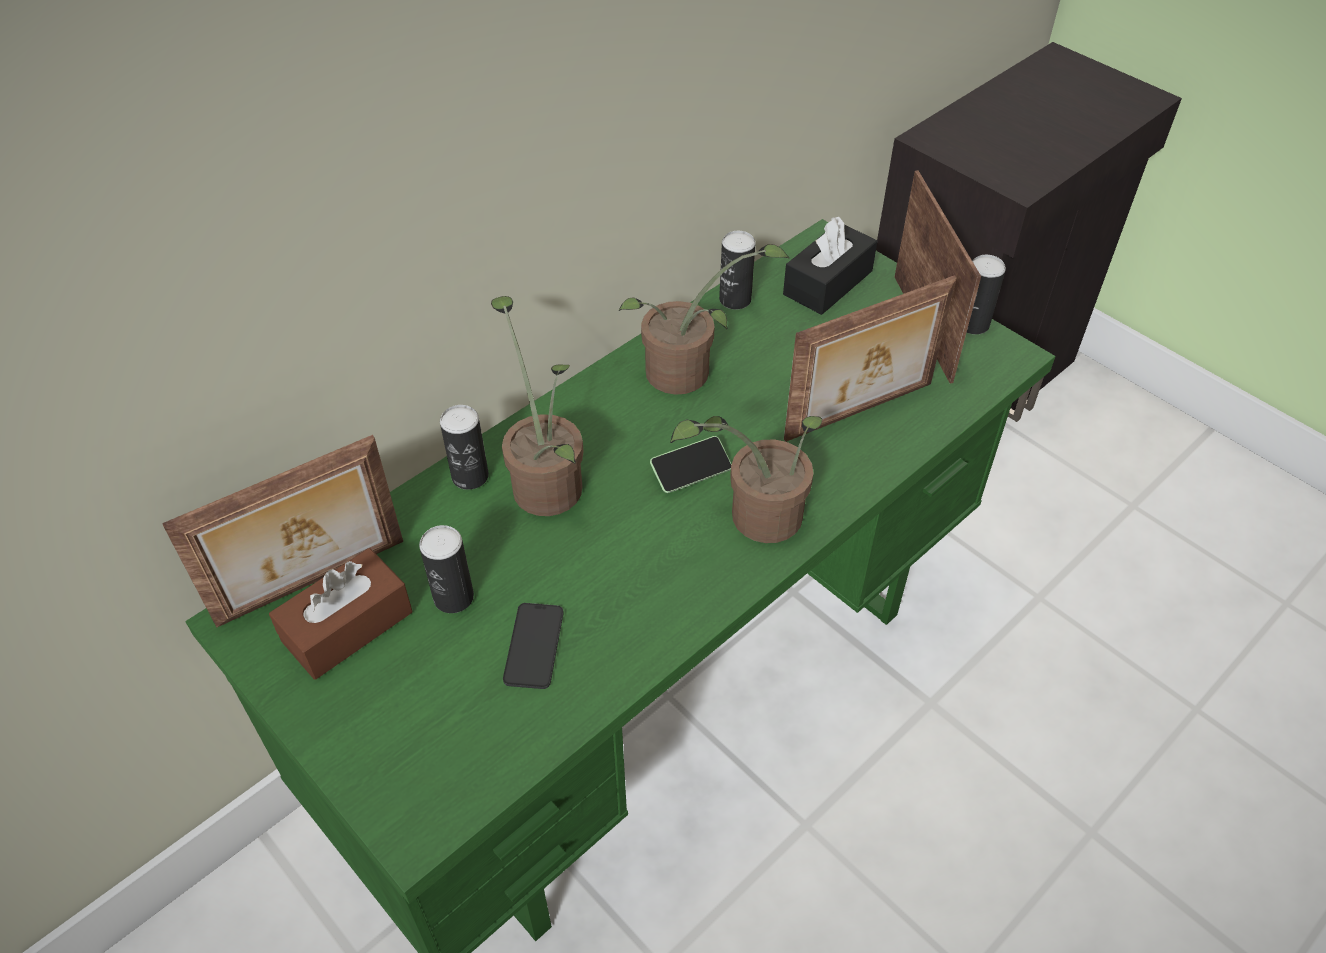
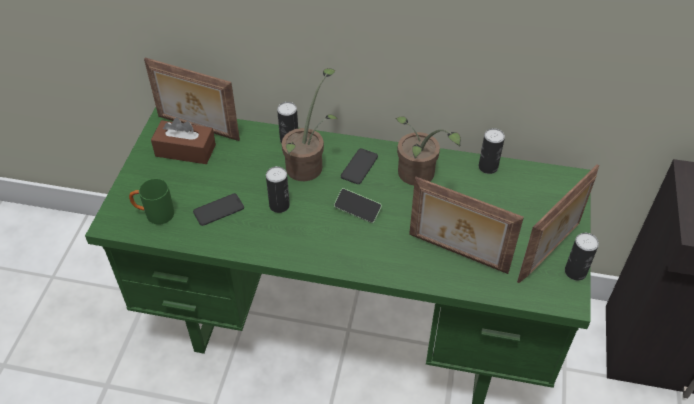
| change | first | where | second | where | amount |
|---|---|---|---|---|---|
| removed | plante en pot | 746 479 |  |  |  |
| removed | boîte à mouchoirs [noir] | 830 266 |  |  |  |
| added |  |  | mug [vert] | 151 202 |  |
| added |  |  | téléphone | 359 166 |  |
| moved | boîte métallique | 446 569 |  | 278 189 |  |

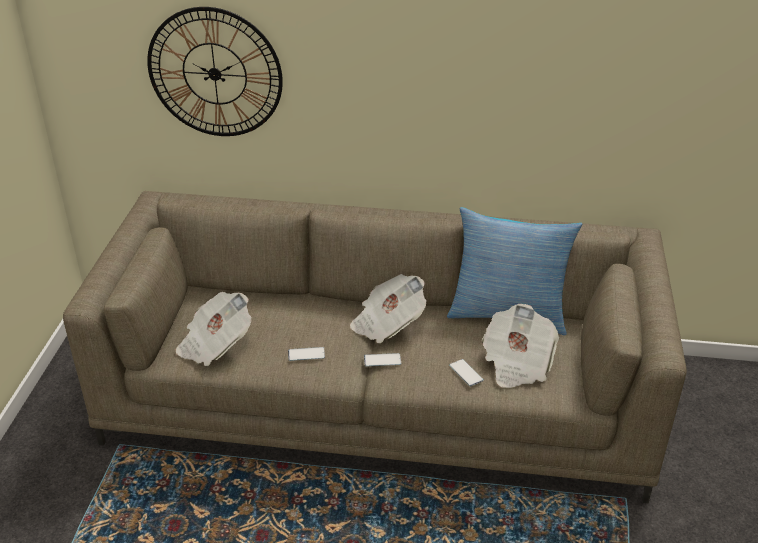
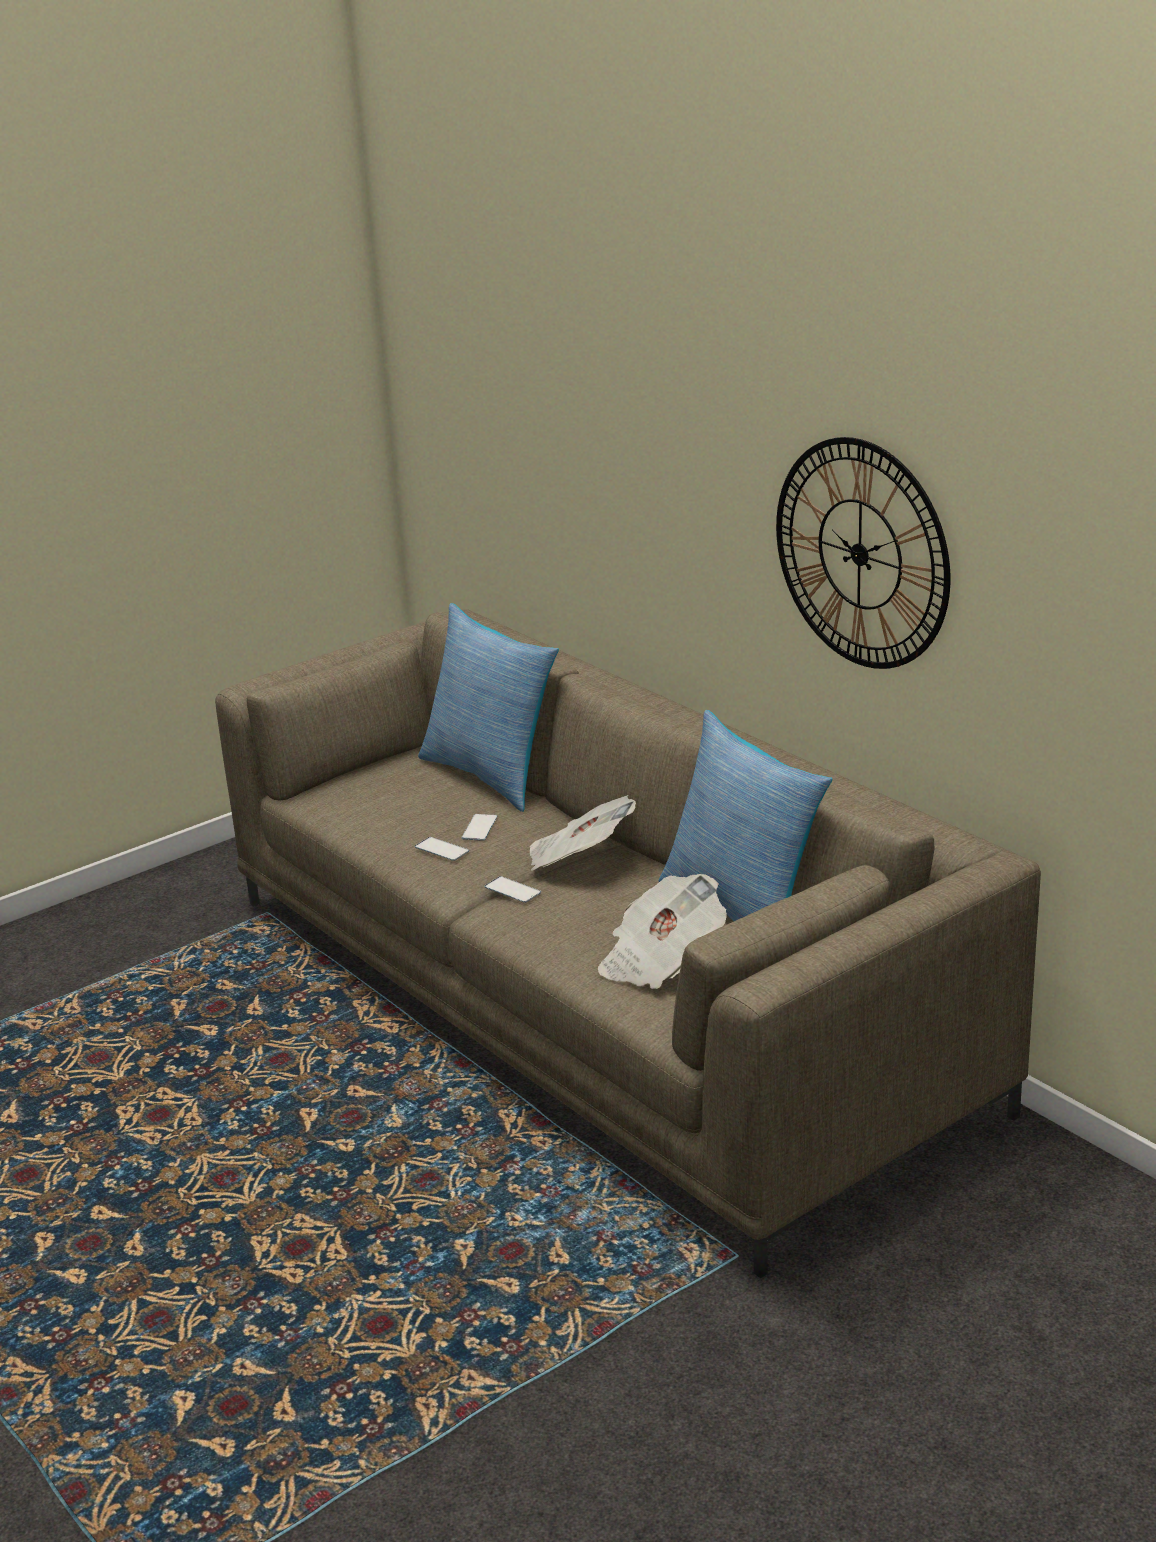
| change | first | where | second | where | amount |
|---|---|---|---|---|---|
| removed | journal | 213 329 |  |  |  |
| added |  |  | coussin | 488 707 |  |
| moved | horloge murale | 215 71 |  | 863 553 |  |
| moved | téléphone | 466 372 |  | 479 827 |  |

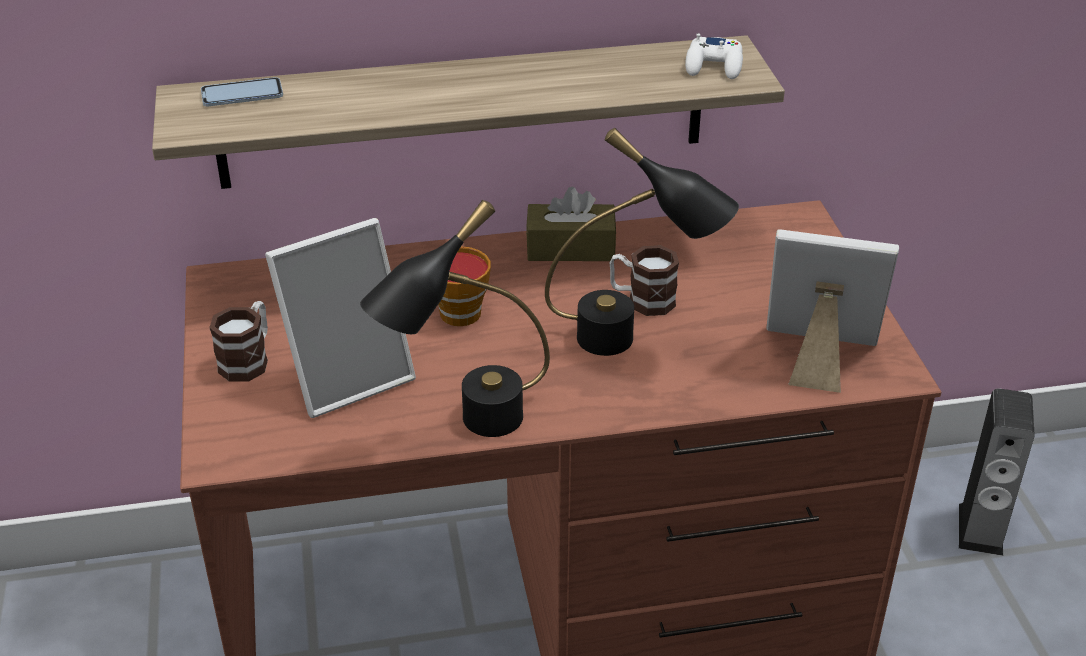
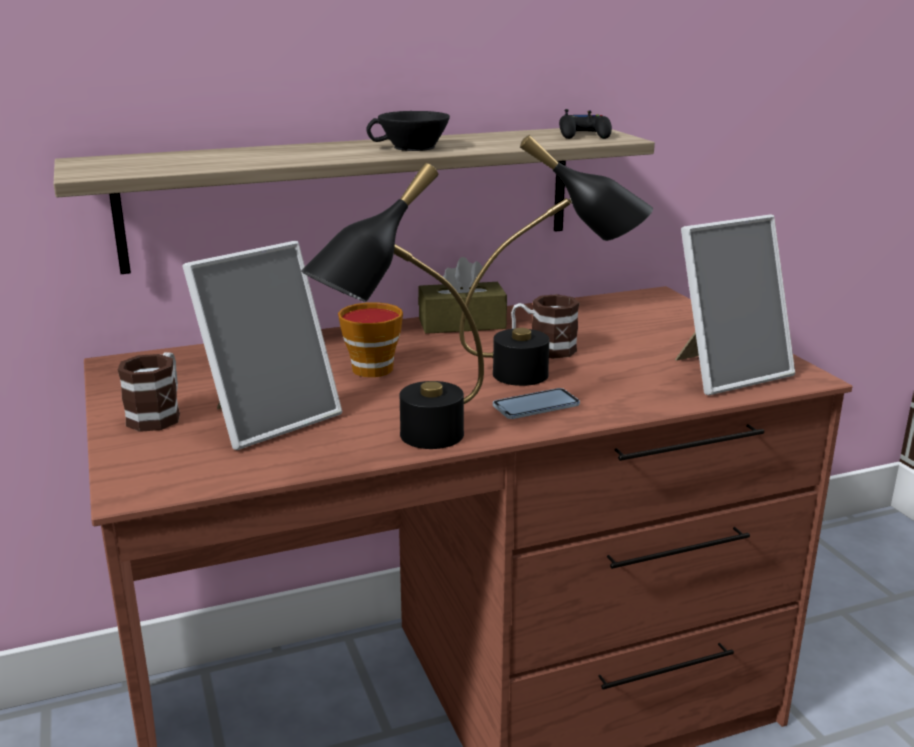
| change | first | where | second | where | amount |
|---|---|---|---|---|---|
| removed | enceinte | 997 472 |  |  |  |
| added |  |  | tasse [noir] | 408 131 |  |
| moved | téléphone | 242 91 |  | 536 403 |  |
| recoloured | manette [blanc] | 714 56 | manette [noir] | 585 124 |  |
| turned | cadre photo | 832 311 |  | 735 304 | 150 degrees clockwise |

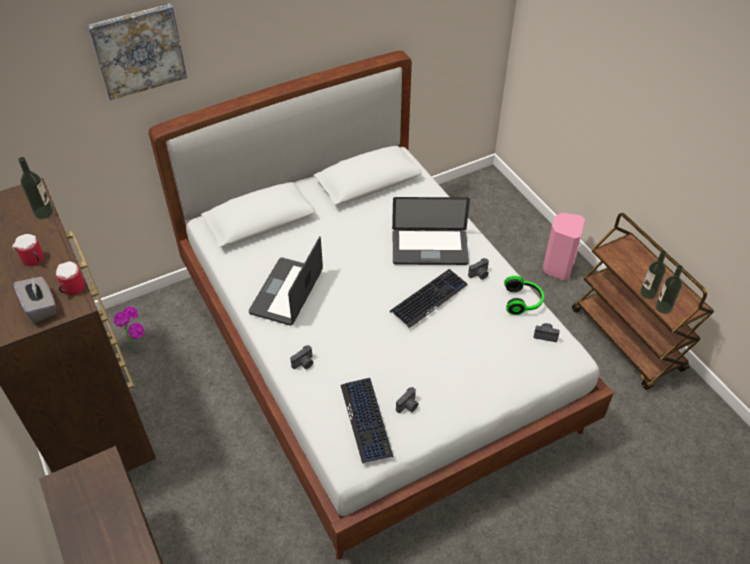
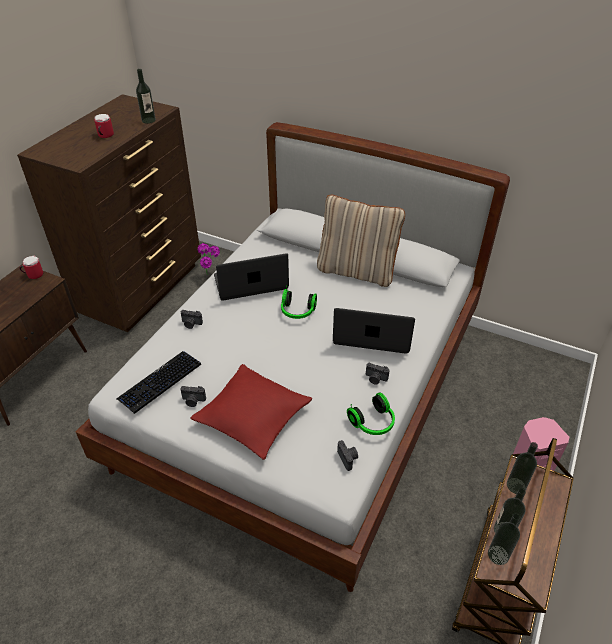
| change | first | where | second | where | amount |
|---|---|---|---|---|---|
| removed | boîte à mouchoirs [gris] | 34 299 |  |  |  |
| removed | tableau | 137 51 |  |  |  |
| removed | clavier | 429 298 |  |  |  |
| added |  |  | coussin [rouge] | 251 412 |  |
| added |  |  | casque audio | 299 302 |  |
| added |  |  | coussin [beige] | 361 241 |  |
| added |  |  | bouteille | 522 468 |  |
| moved | mug | 70 278 |  | 31 267 |  |
| turned | ordinateur portable | 431 231 |  | 374 331 | 135 degrees clockwise |

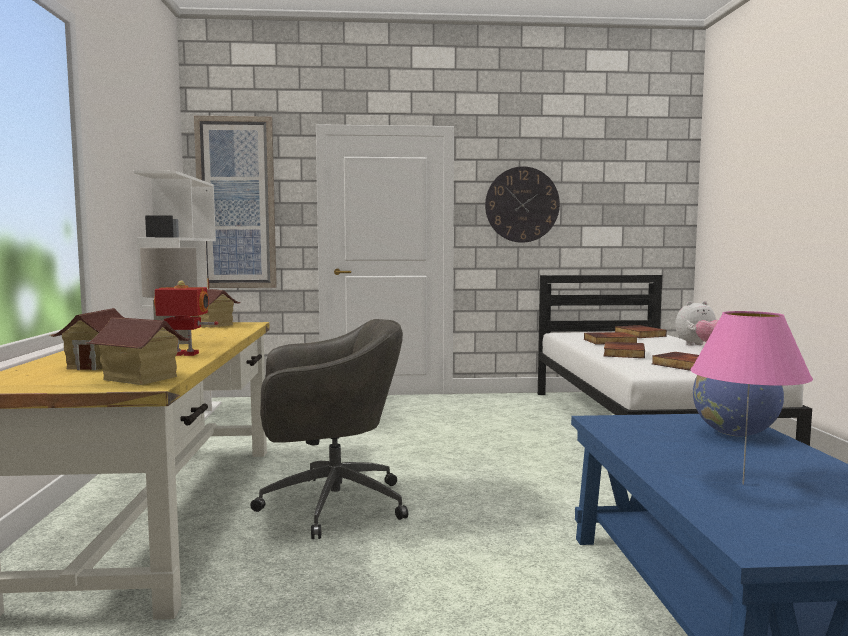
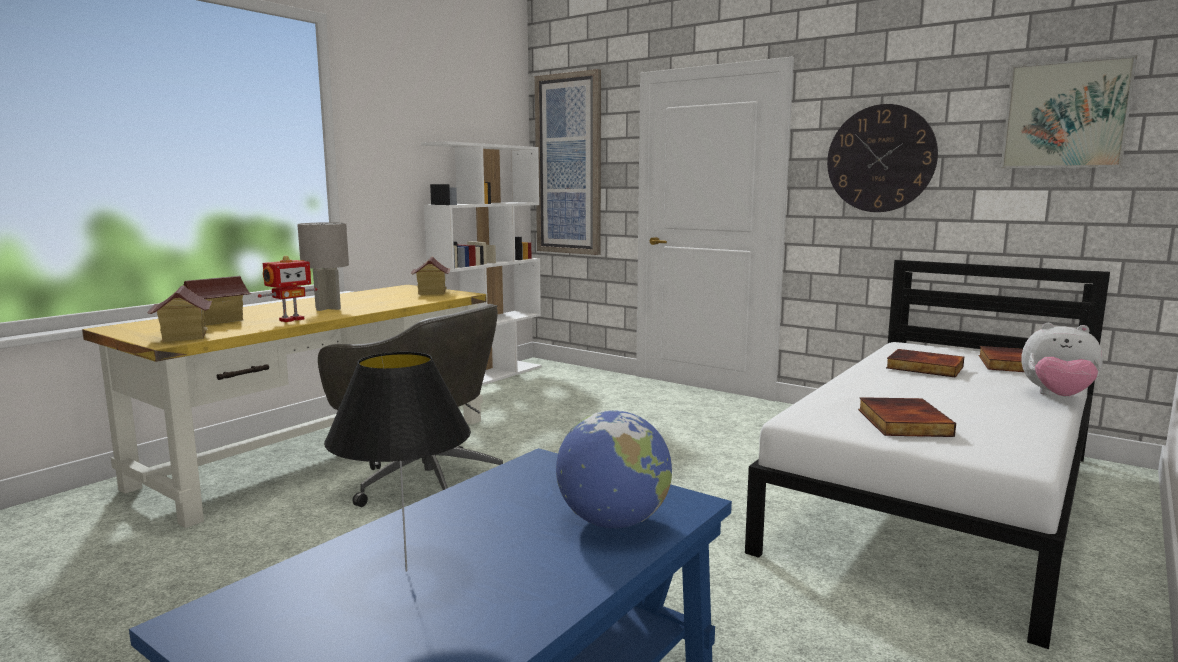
| change | first | where | second | where | amount |
|---|---|---|---|---|---|
| removed | livre | 624 350 |  |  |  |
| added |  |  | tableau | 1069 112 |  |
| recoloured | lampe de table [rose] | 752 398 | lampe de table [noir] | 397 461 |  |
| turned | robot jouet | 186 318 |  | 287 288 | 90 degrees clockwise |

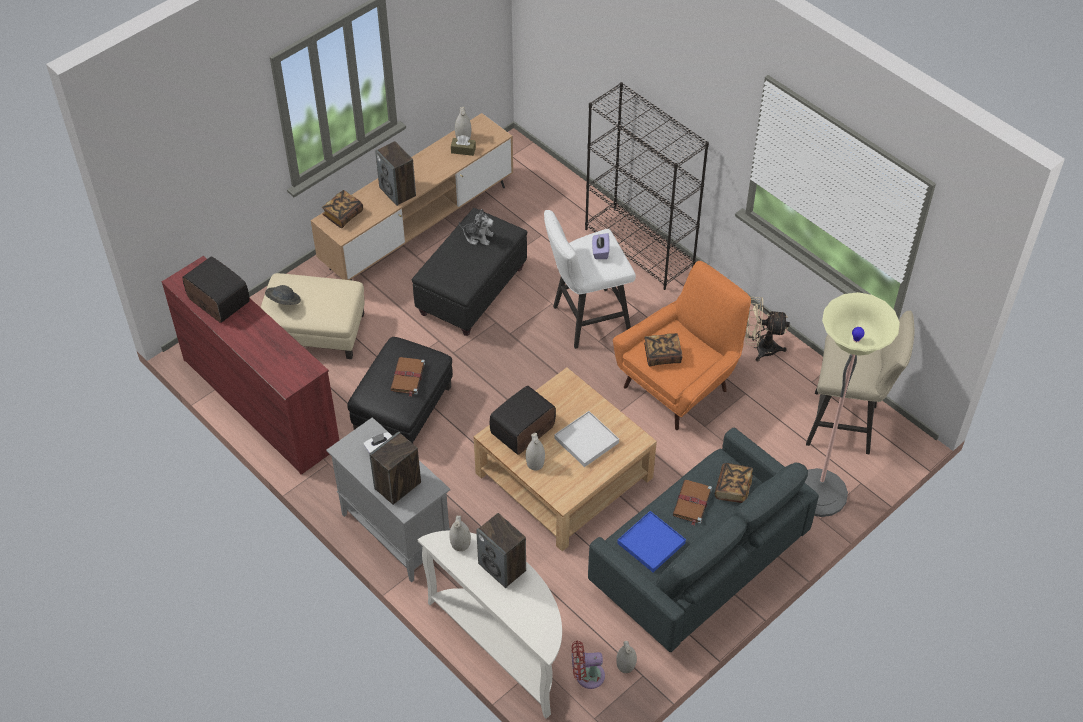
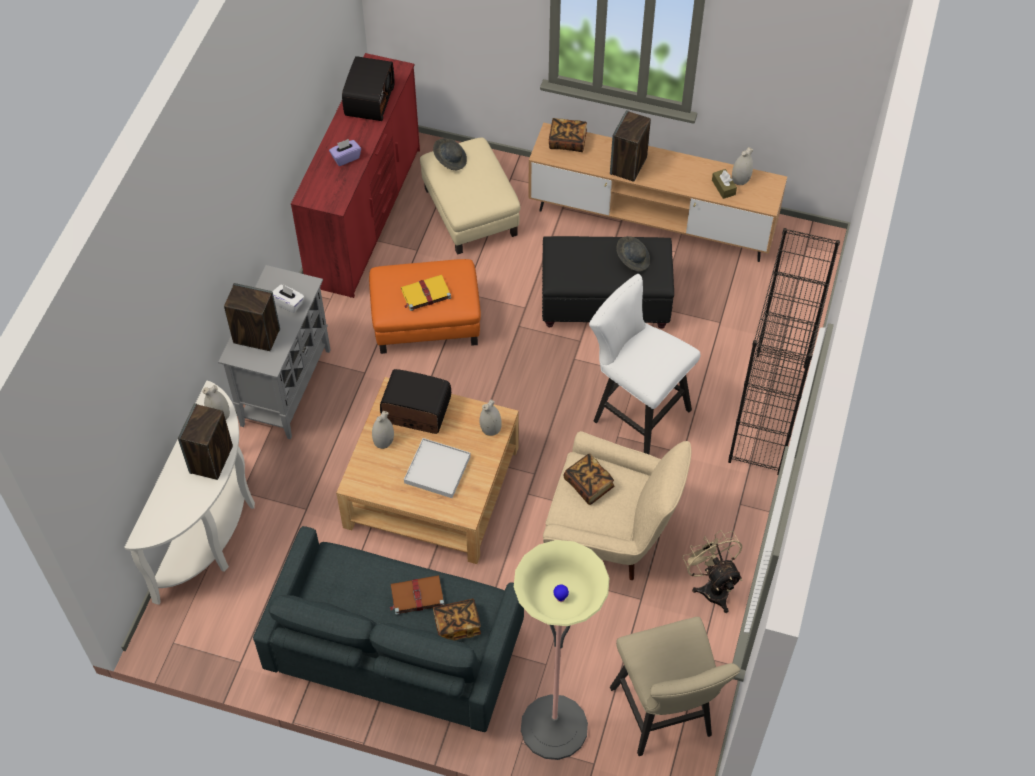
| change | first | where | second | where | amount |
|---|---|---|---|---|---|
| removed | ventilateur [rouge] | 588 664 |  |  |  |
| removed | plateau [bleu] | 651 541 |  |  |  |
| moved | boîte à mouchoirs [violet] | 601 246 |  | 345 152 |  |
| moved | vase [blanc] | 626 657 |  | 491 417 |  |
| replaced | peluche | 476 227 | chapeau [gris] | 633 254 |  |
| recoloured | pouf [noir] | 400 390 | pouf [orange] | 425 306 |  |
| recoloured | livre [marron] | 407 377 | livre [jaune] | 426 293 |  |
| recoloured | fauteuil [orange] | 682 345 | fauteuil [beige] | 617 505 |  |

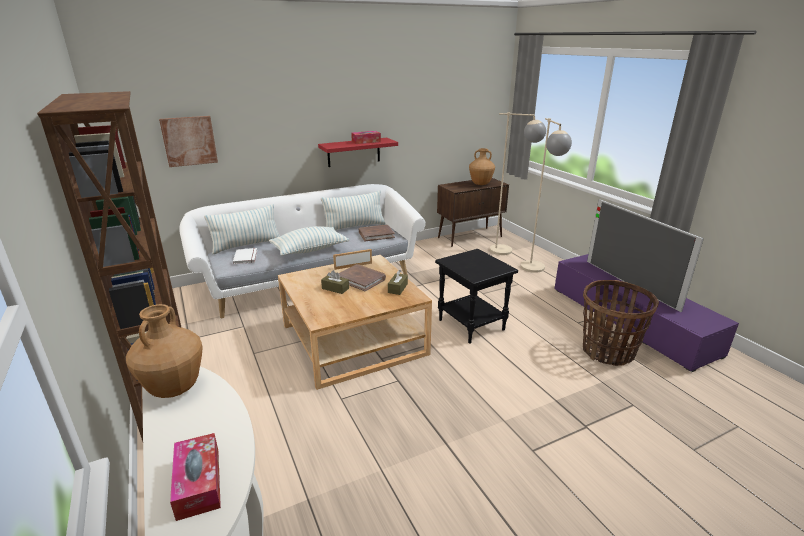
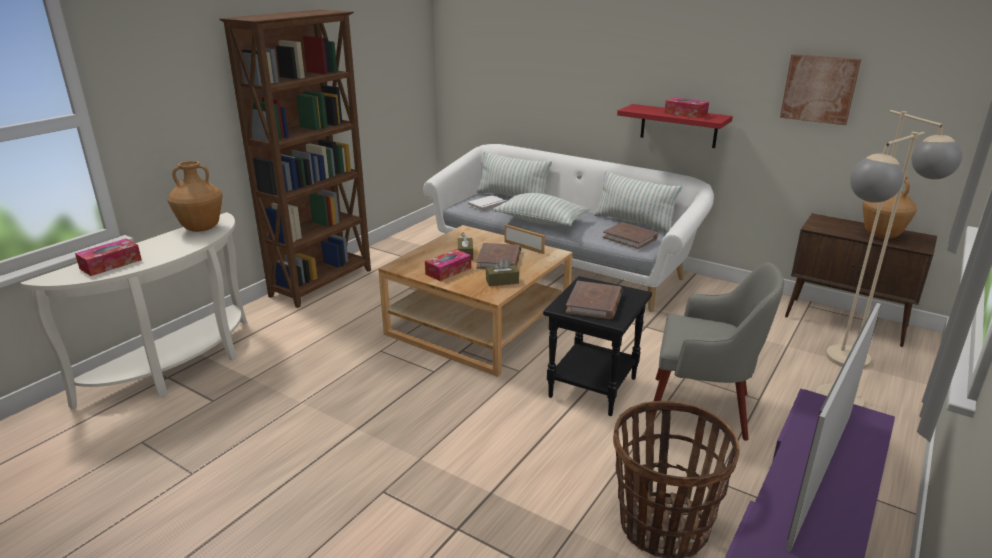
| change | first | where | second | where | amount |
|---|---|---|---|---|---|
| added |  |  | boîte à mouchoirs | 448 265 |  |
| added |  |  | livre [marron] | 594 300 |  |
| added |  |  | fauteuil [gris] | 718 351 |  |
| moved | tableau | 188 141 |  | 820 89 |  |

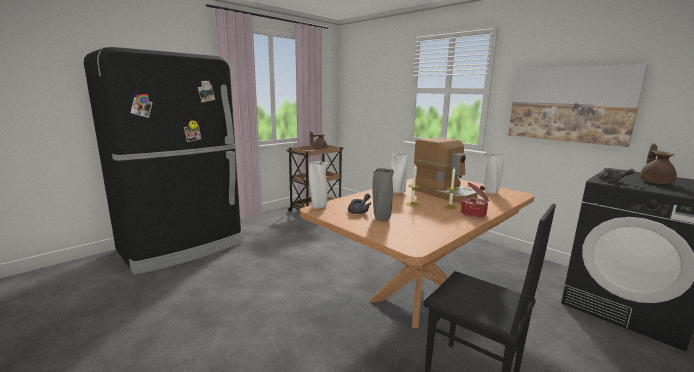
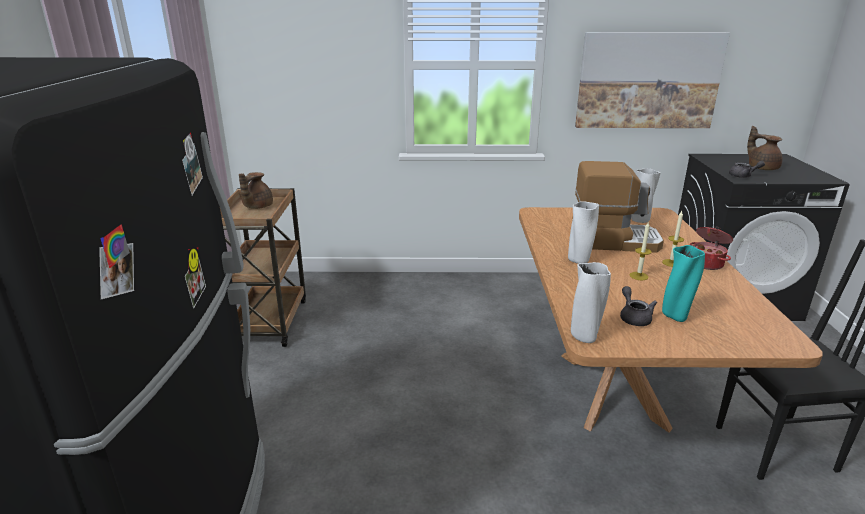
| change | first | where | second | where | amount |
|---|---|---|---|---|---|
| recoloured | vase [gris] | 383 194 | vase [turquoise] | 683 283 |  |

